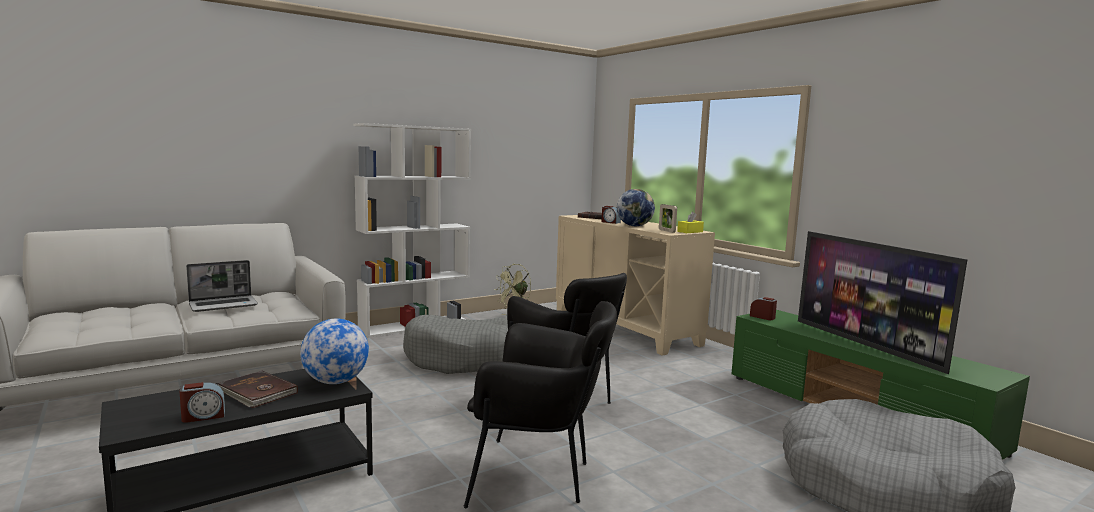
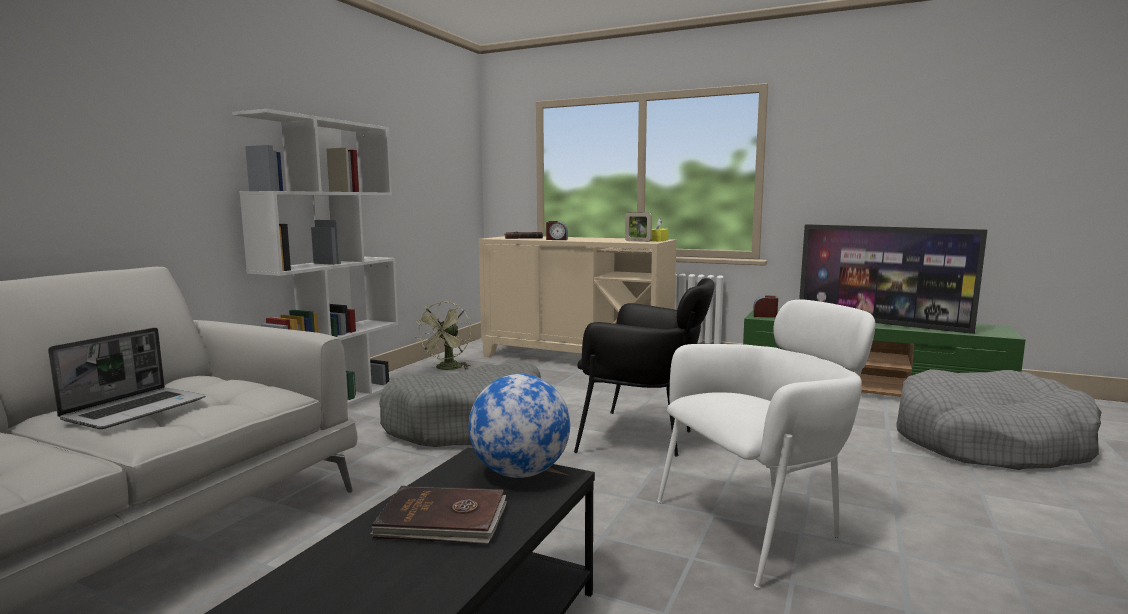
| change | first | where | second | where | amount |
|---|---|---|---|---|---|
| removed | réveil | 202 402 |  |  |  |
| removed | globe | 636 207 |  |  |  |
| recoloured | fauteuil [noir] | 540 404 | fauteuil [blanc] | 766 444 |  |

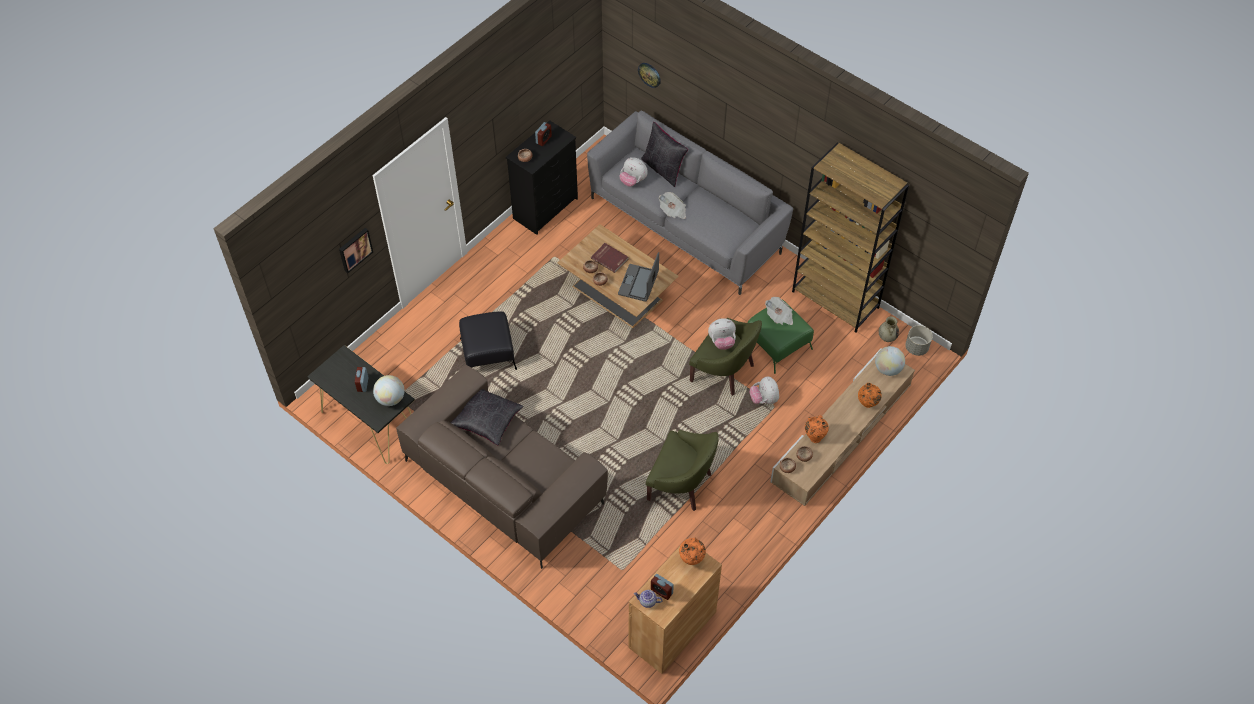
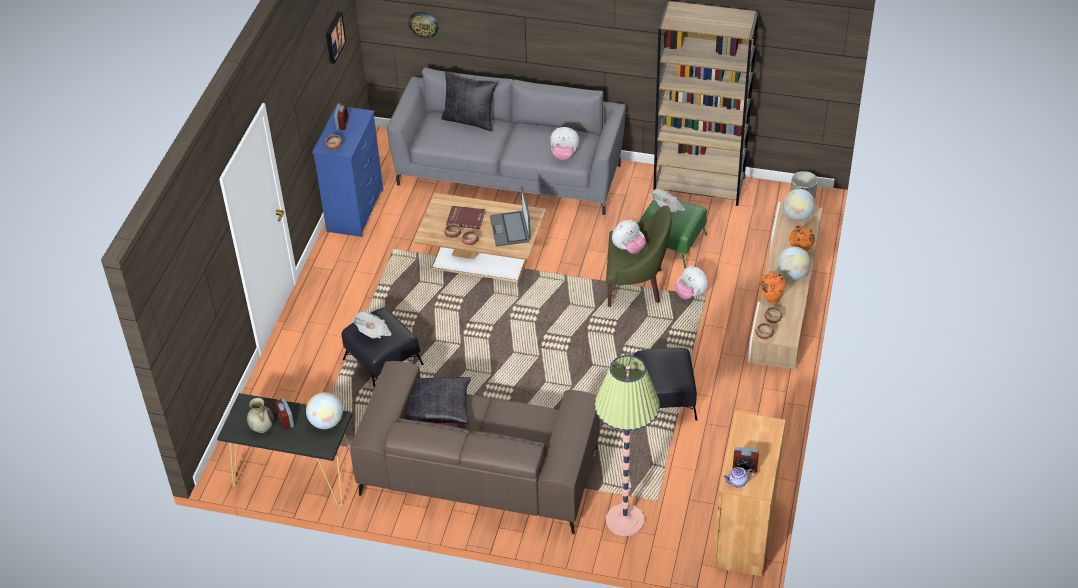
| change | first | where | second | where | amount |
|---|---|---|---|---|---|
| removed | vase [orange] | 692 551 |  |  |  |
| added |  |  | lampadaire | 627 445 |  |
| added |  |  | globe | 794 263 |  |
| moved | tableau | 356 250 |  | 336 38 |  |
| moved | peluche | 634 172 |  | 564 143 |  |
| moved | journal | 672 205 |  | 372 325 |  |
| moved | vase [beige] | 889 329 |  | 260 415 |  |
| replaced | fauteuil [vert] | 682 470 | pouf [noir] | 665 384 |  |
| recoloured | commode [noir] | 542 177 | commode [bleu] | 348 171 |  |

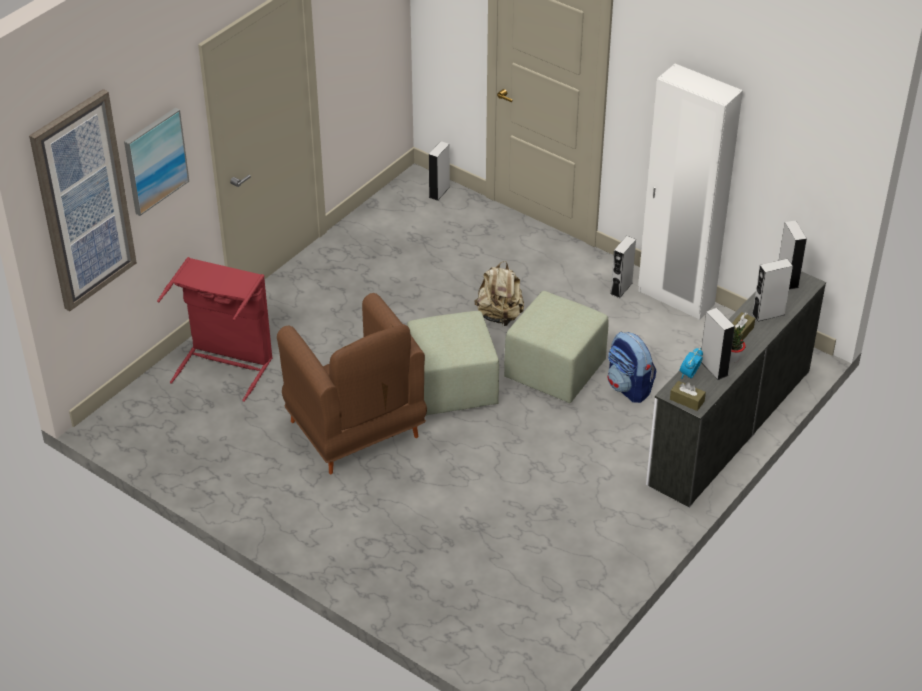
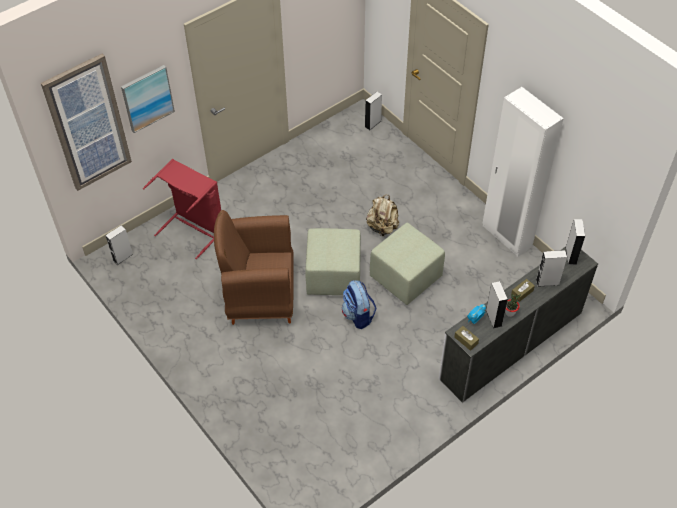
| change | first | where | second | where | amount |
|---|---|---|---|---|---|
| moved | sac à dos | 632 367 |  | 359 304 |  |
| moved | enceinte [gris] | 623 267 |  | 119 245 |  |
| turned | fauteuil [marron] | 352 383 |  | 254 267 | 105 degrees clockwise |

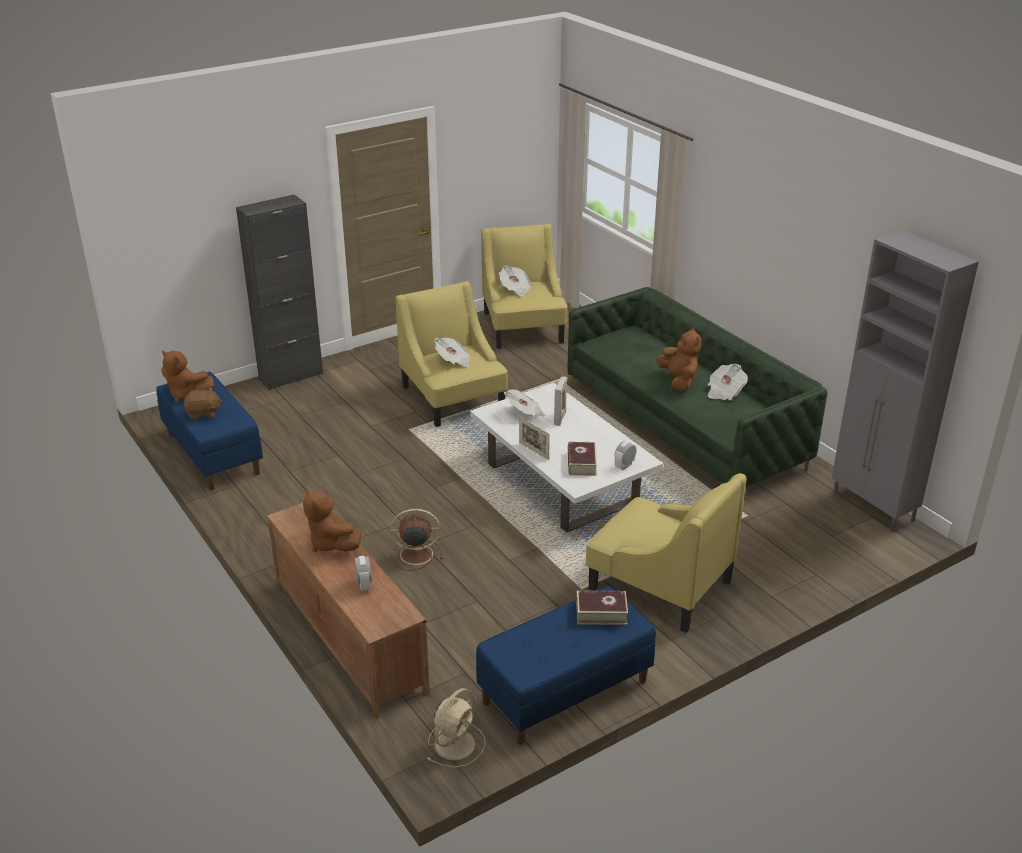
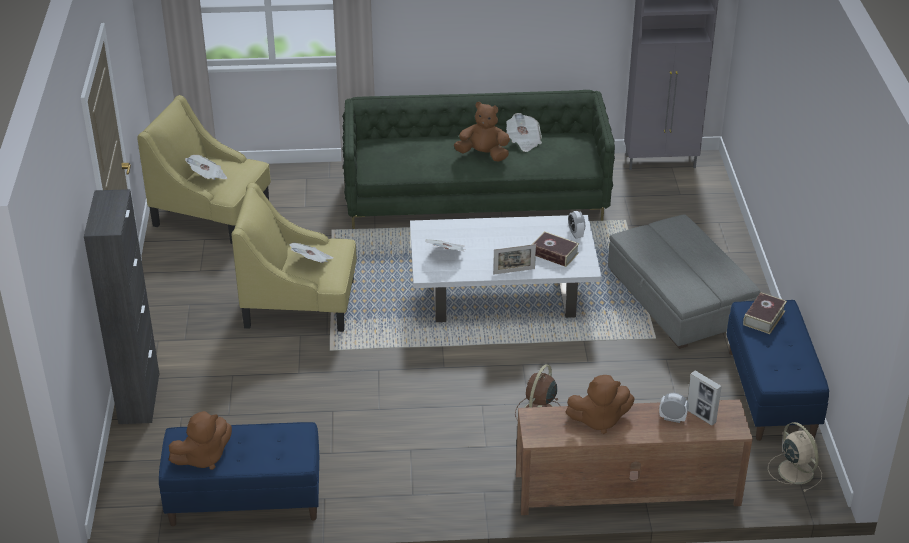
| change | first | where | second | where | amount |
|---|---|---|---|---|---|
| removed | peluche [marron] | 203 403 |  |  |  |
| moved | cadre photo | 560 401 |  | 705 397 |  |
| replaced | fauteuil [jaune] | 666 553 | pouf [gris] | 684 281 |  |

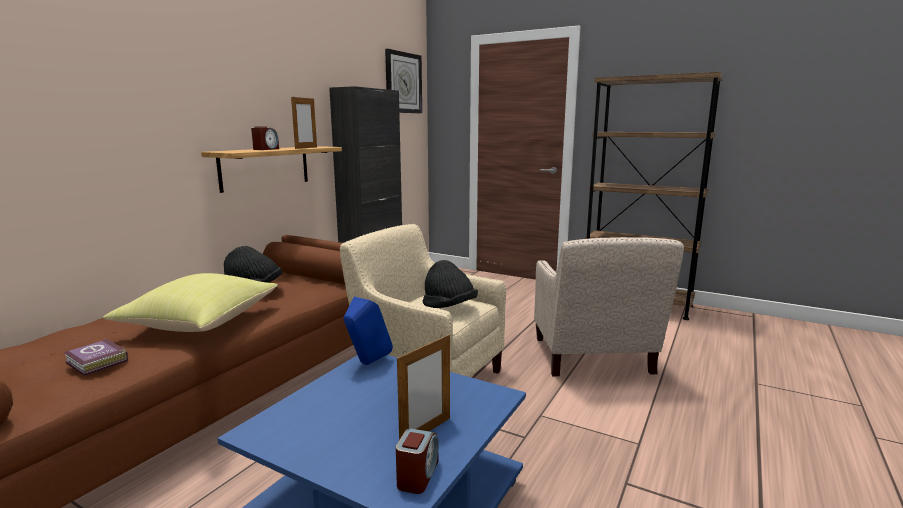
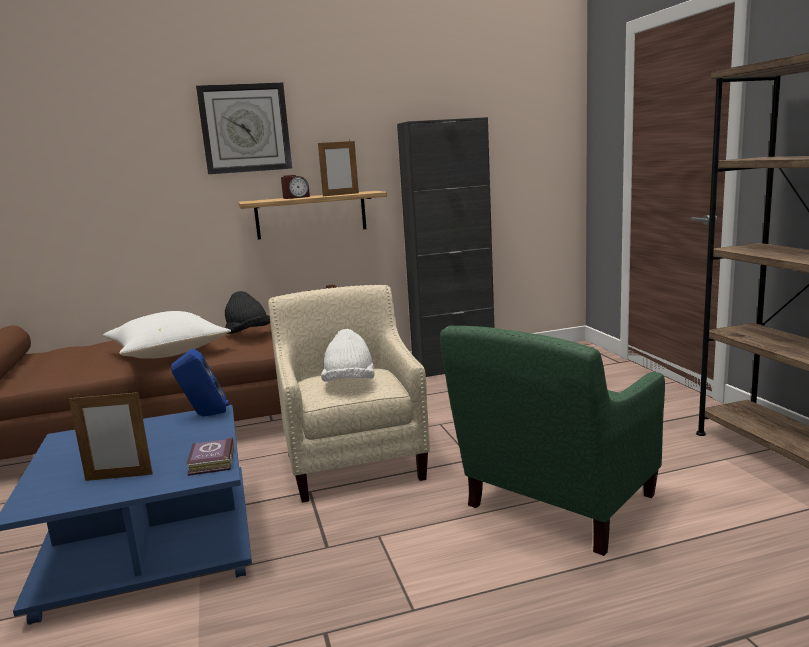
| change | first | where | second | where | amount |
|---|---|---|---|---|---|
| removed | réveil | 417 461 |  |  |  |
| moved | livre | 95 357 |  | 210 456 |  |
| moved | horloge murale | 403 81 |  | 244 128 |  |
| recoloured | coussin [jaune] | 190 302 | coussin [blanc] | 167 335 |  |
| recoloured | chapeau [noir] | 450 284 | chapeau [blanc] | 347 355 |  |
| recoloured | fauteuil [beige] | 609 306 | fauteuil [vert] | 552 441 |  |

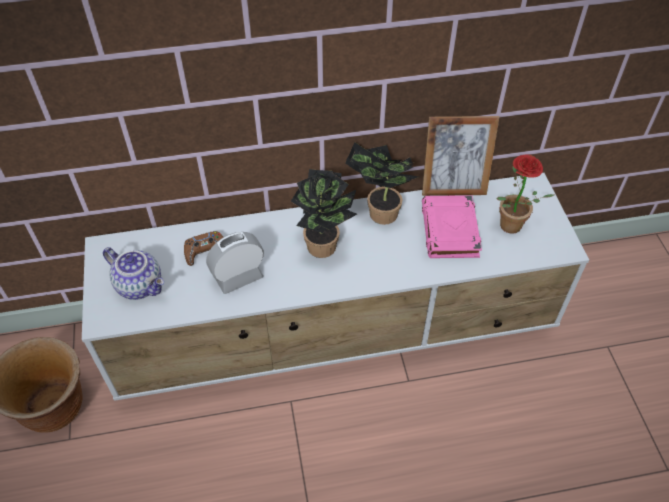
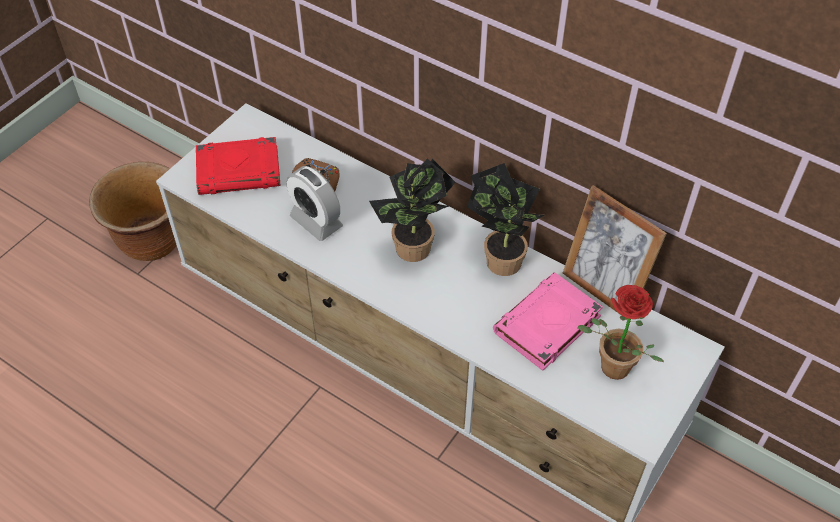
| change | first | where | second | where | amount |
|---|---|---|---|---|---|
| replaced | théière | 133 273 | livre [rouge] | 238 166 |  |
| turned | réveil | 235 263 |  | 315 203 | 150 degrees counterclockwise |

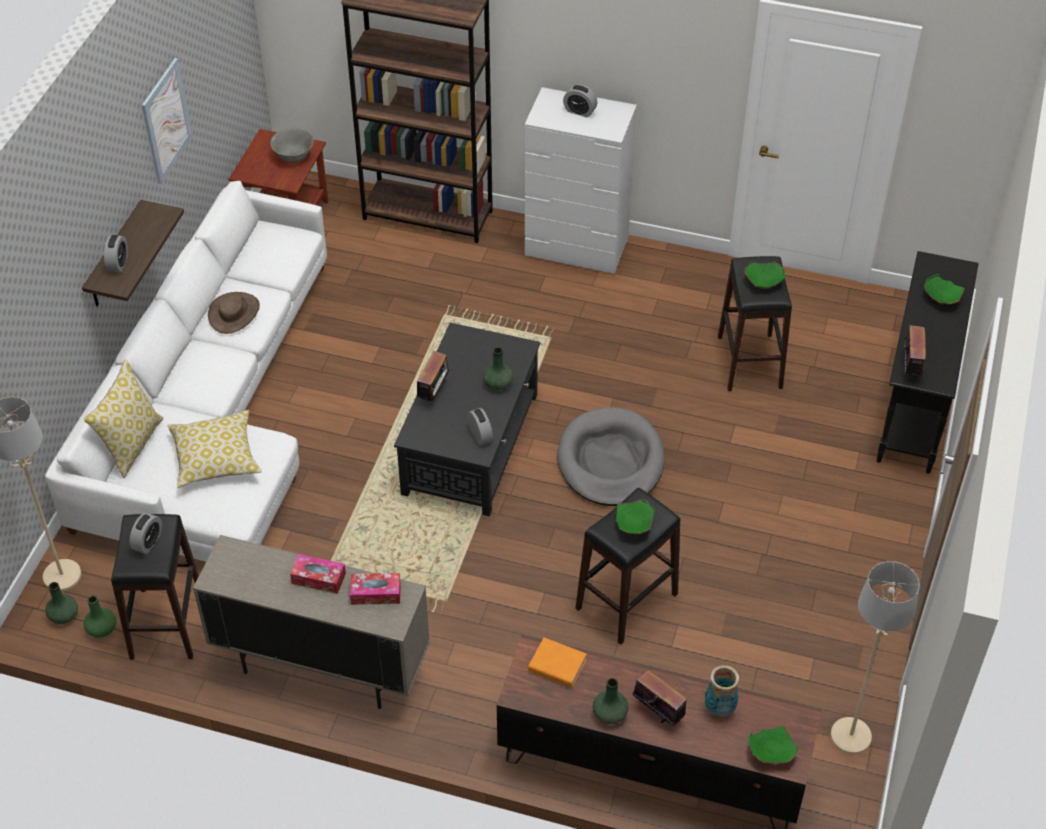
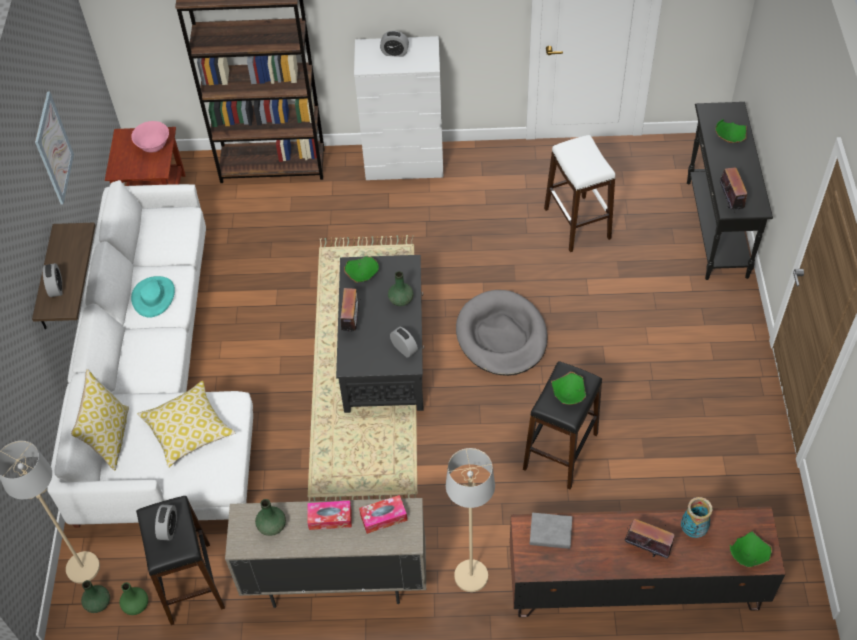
| change | first | where | second | where | amount |
|---|---|---|---|---|---|
| moved | vase [vert] | 611 701 |  | 270 517 |  |
| moved | bol [vert] | 764 275 |  | 361 269 |  |
| moved | lampadaire [beige] | 875 657 |  | 470 520 |  |
| recoloured | chapeau [marron] | 234 313 | chapeau [turquoise] | 153 297 |  |
| recoloured | bol [gris] | 292 145 | bol [rose] | 150 136 |  |
| recoloured | livre [orange] | 557 663 | livre [gris] | 551 531 |  |
| recoloured | tabouret [noir] | 755 323 | tabouret [blanc] | 580 193 |  |

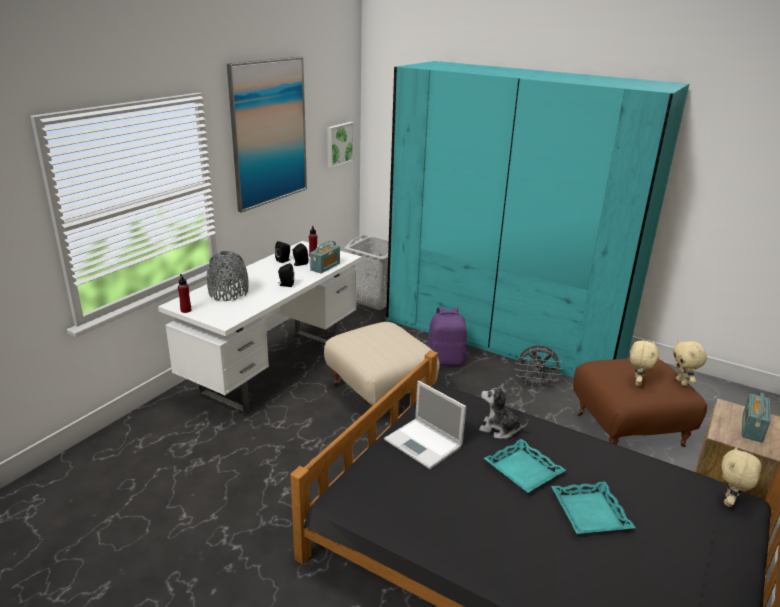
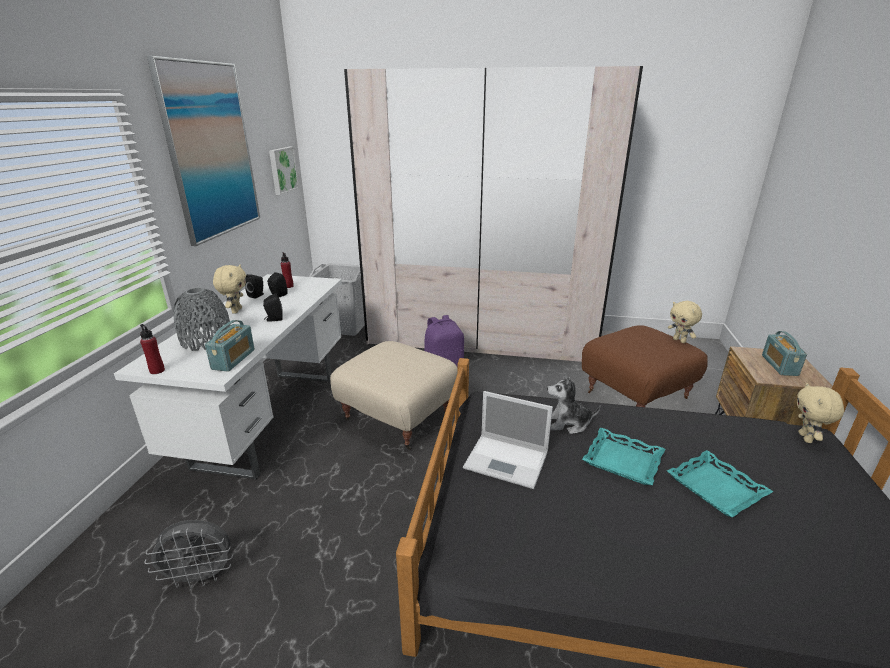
| change | first | where | second | where | amount |
|---|---|---|---|---|---|
| moved | radio | 325 257 |  | 230 346 |  |
| moved | ventilateur [gris] | 539 366 |  | 189 554 |  |
| moved | peluche [beige] | 644 363 |  | 229 289 |  |
| recoloured | armoire [turquoise] | 537 219 | armoire [beige] | 493 214 |  |

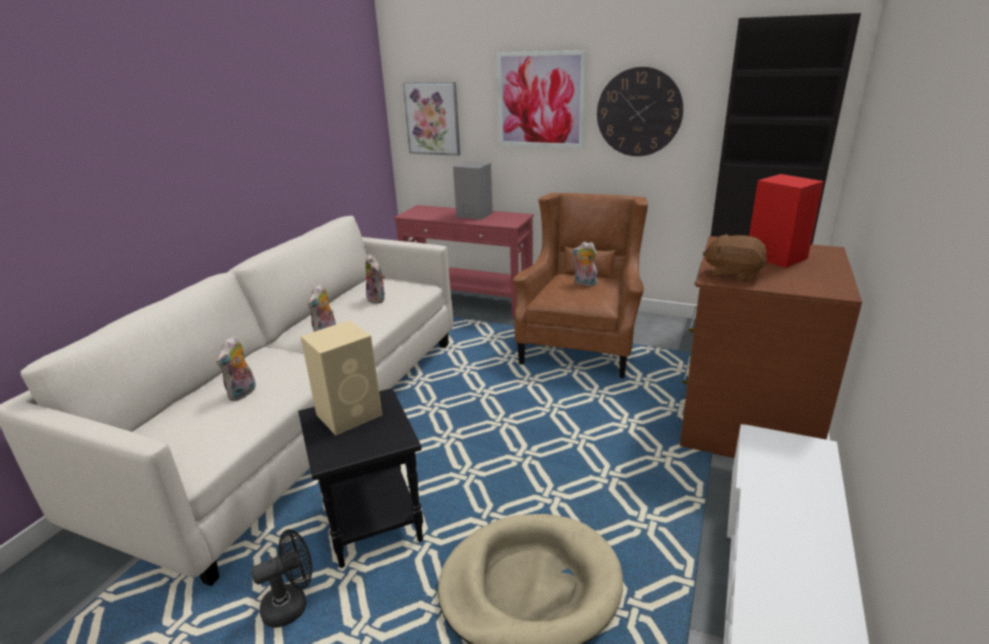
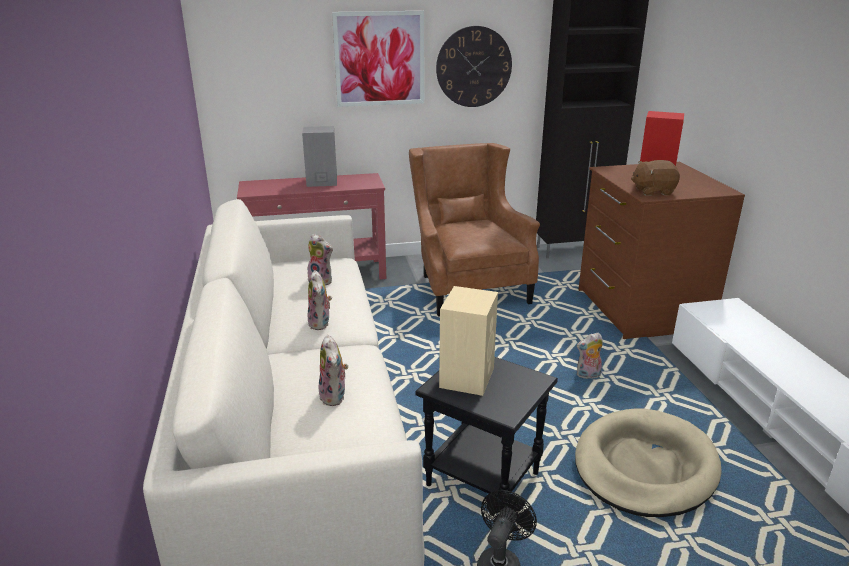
| change | first | where | second | where | amount |
|---|---|---|---|---|---|
| removed | tableau | 431 119 |  |  |  |
| moved | peluche | 585 264 |  | 590 356 |  |

